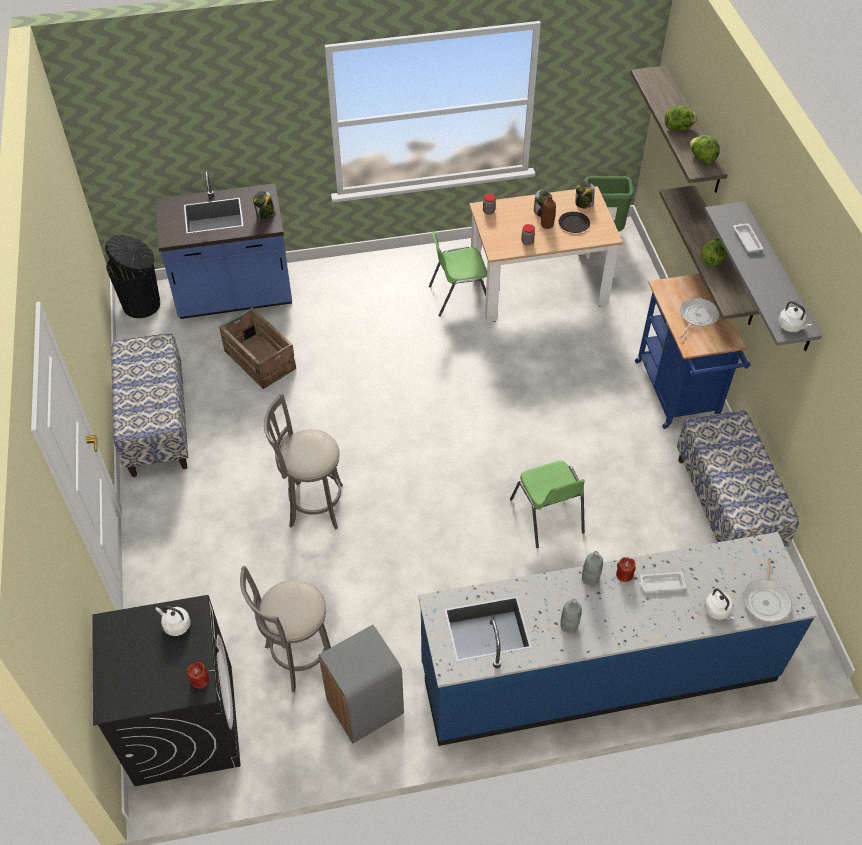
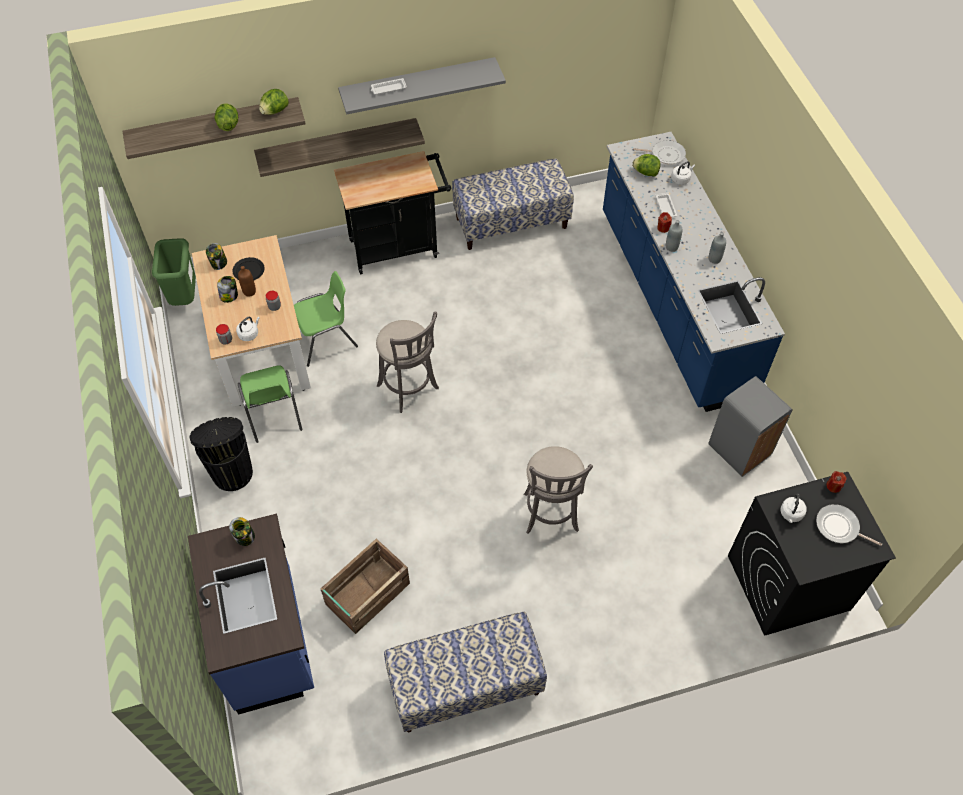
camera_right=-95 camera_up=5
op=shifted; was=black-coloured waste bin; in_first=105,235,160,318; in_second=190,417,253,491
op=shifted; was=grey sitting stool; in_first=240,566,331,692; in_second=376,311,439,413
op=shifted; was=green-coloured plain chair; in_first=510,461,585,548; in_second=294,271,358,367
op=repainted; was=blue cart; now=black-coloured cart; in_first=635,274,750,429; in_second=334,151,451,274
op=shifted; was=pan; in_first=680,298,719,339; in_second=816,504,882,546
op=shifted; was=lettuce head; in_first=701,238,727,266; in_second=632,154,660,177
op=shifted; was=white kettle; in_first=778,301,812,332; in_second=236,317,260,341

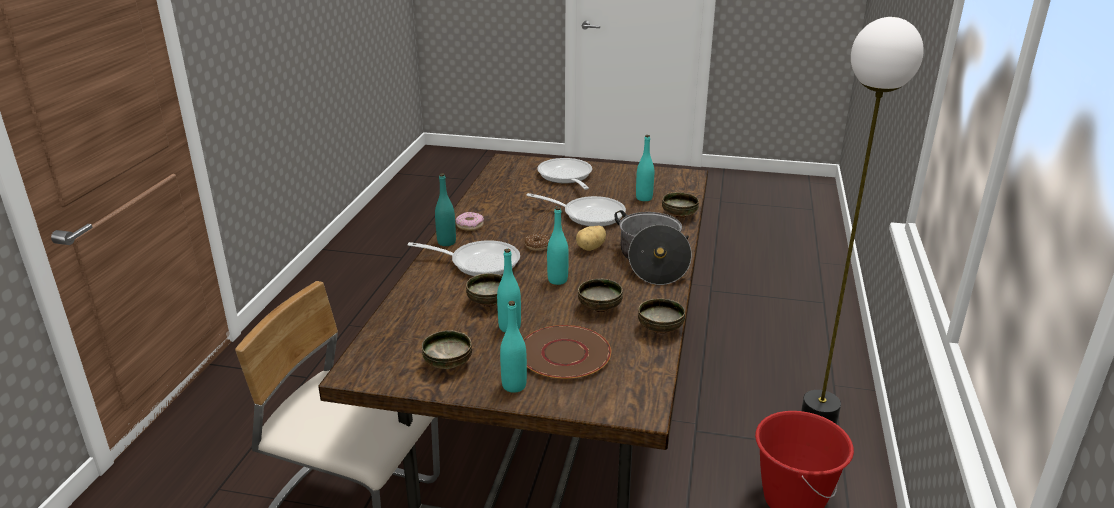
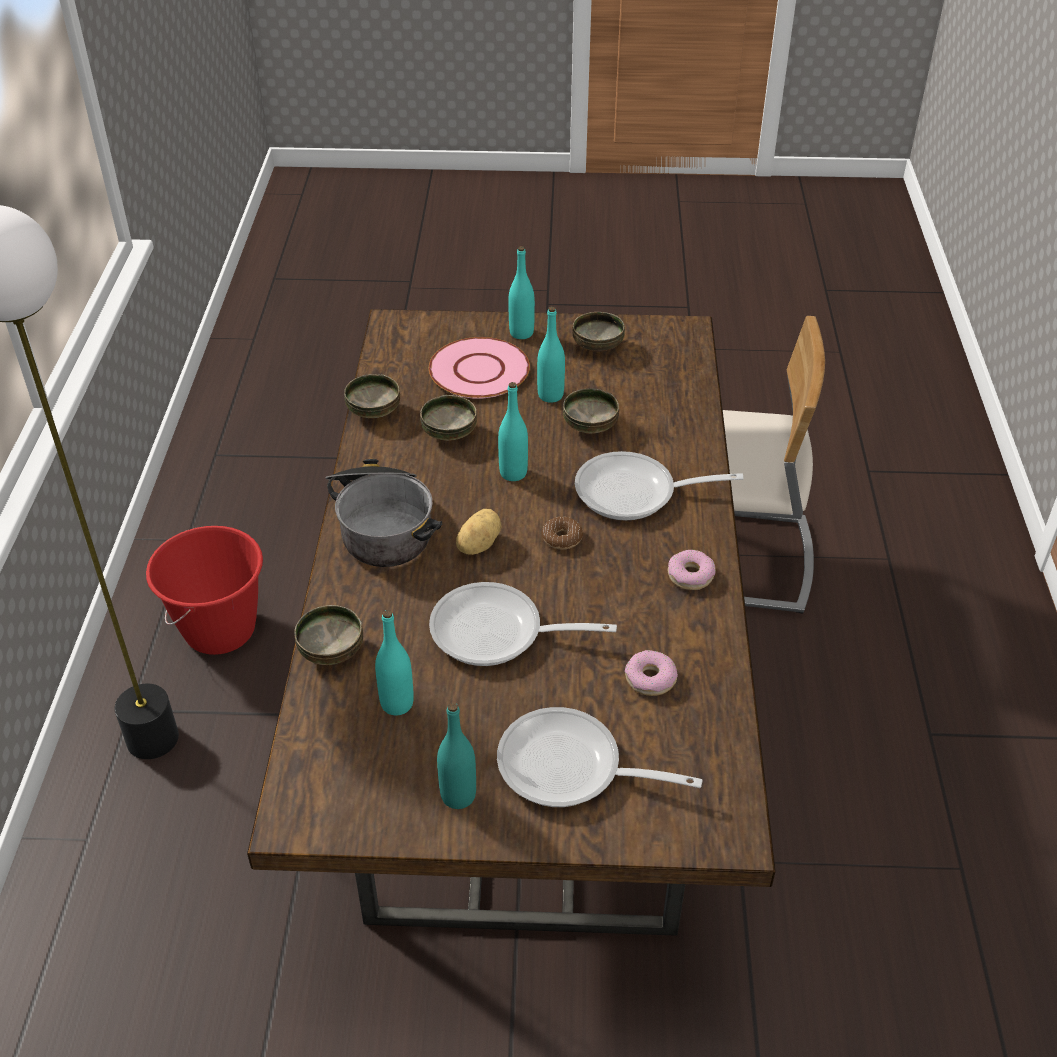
camera_right=170 camera_up=15
op=shifted; was=turquoise bottle; in_first=435,173,456,246; in_second=437,702,476,809
op=repainted; was=brown flat dish; now=pink-coloured flat dish; in_first=523,325,611,380; in_second=429,337,530,399
op=rotated; was=pan; in_first=537,158,592,190; in_second=497,707,703,807; clockwise=135
op=new; now=ring doughnut; in_second=625,650,678,696

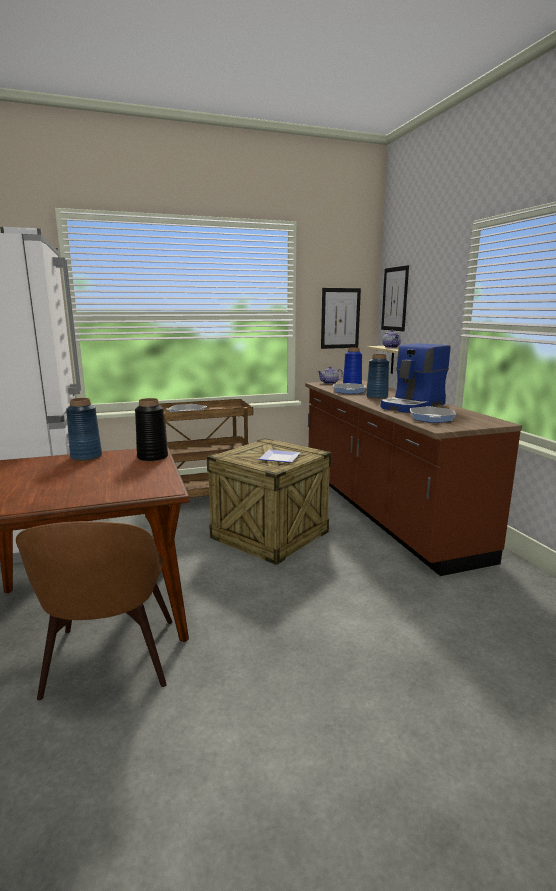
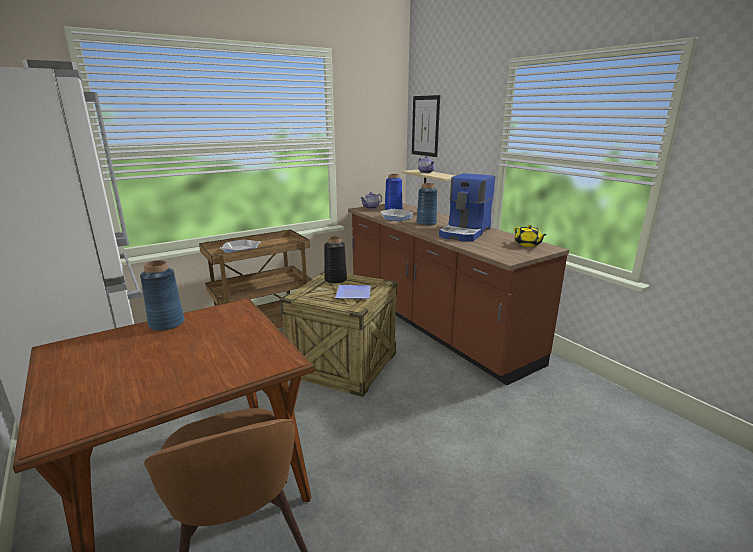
camera_right=-15 camera_up=5
op=shifted; was=black-coloured decorative vase; in_first=135,398,168,462; in_second=324,236,347,284
op=gone; was=wall picture; in_first=321,288,361,349
op=gone; was=pan; in_first=410,406,456,423
op=new; now=yellow pot for tea; in_second=514,225,547,247

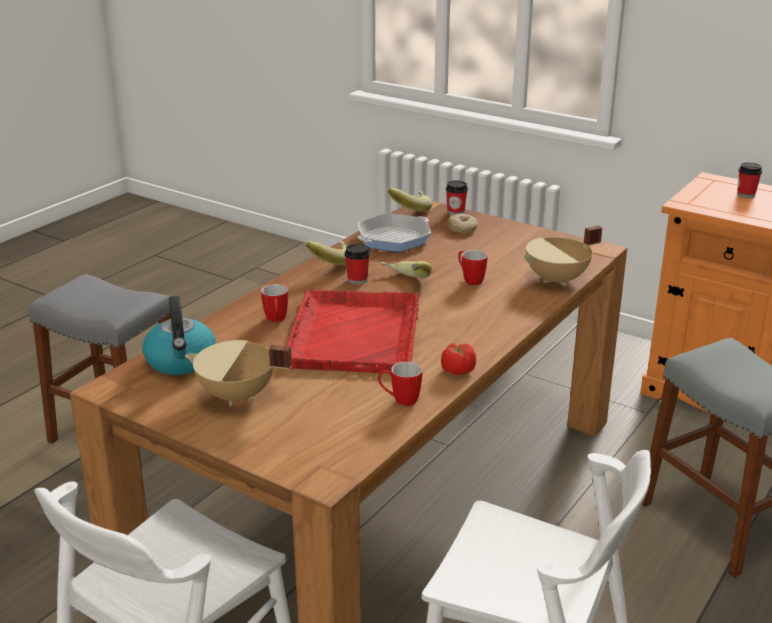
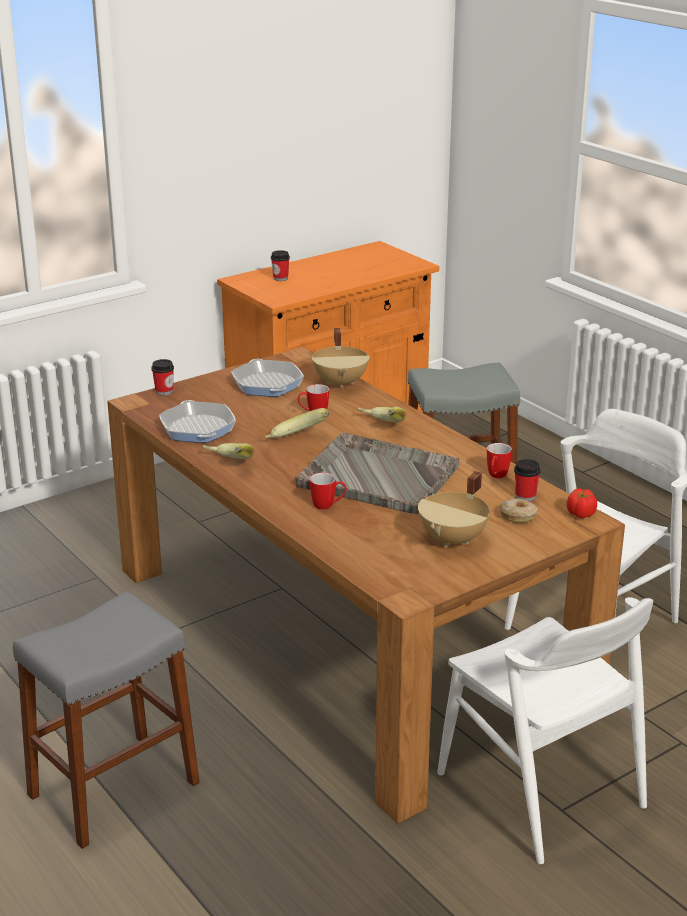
camera_right=-70 camera_up=0
op=gone; was=kettle; in_first=142,296,216,375
op=repainted; was=reddish serving tray; now=grey serving tray; in_first=286,290,419,373; in_second=295,433,459,514
op=shifted; was=small cup; in_first=345,243,370,285; in_second=514,459,541,501
op=shifted; was=banana fruit; in_first=388,188,433,212; in_second=358,407,406,422
op=shifted; was=fresh tomato; in_first=441,343,476,375; in_second=567,488,597,518
op=shifted; was=ring doughnut; in_first=448,214,478,233; in_second=500,499,538,523
op=new; now=pan; in_second=231,359,304,397

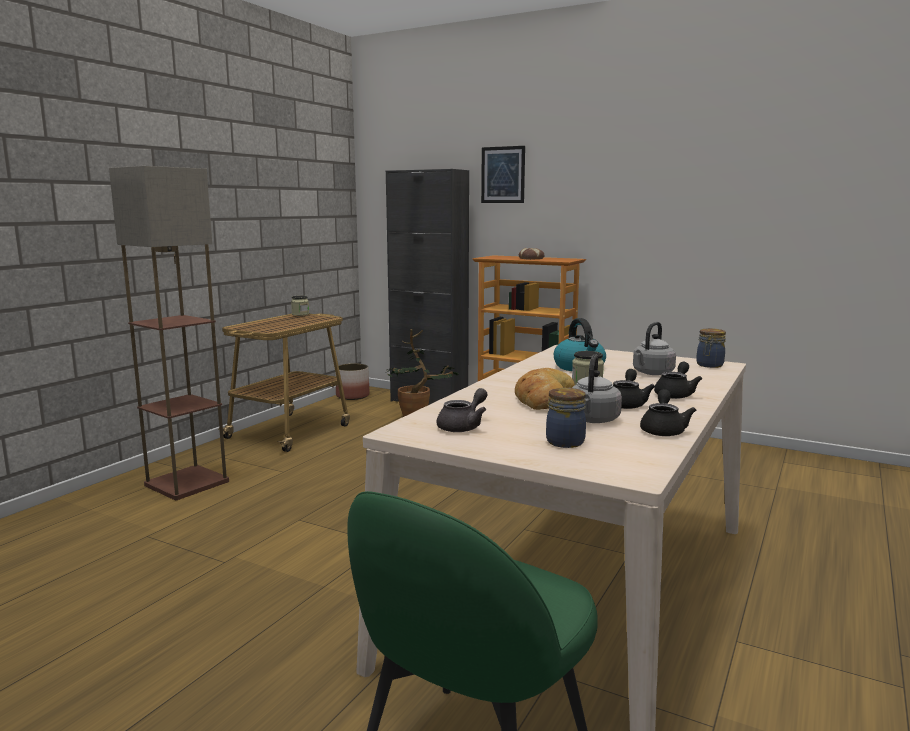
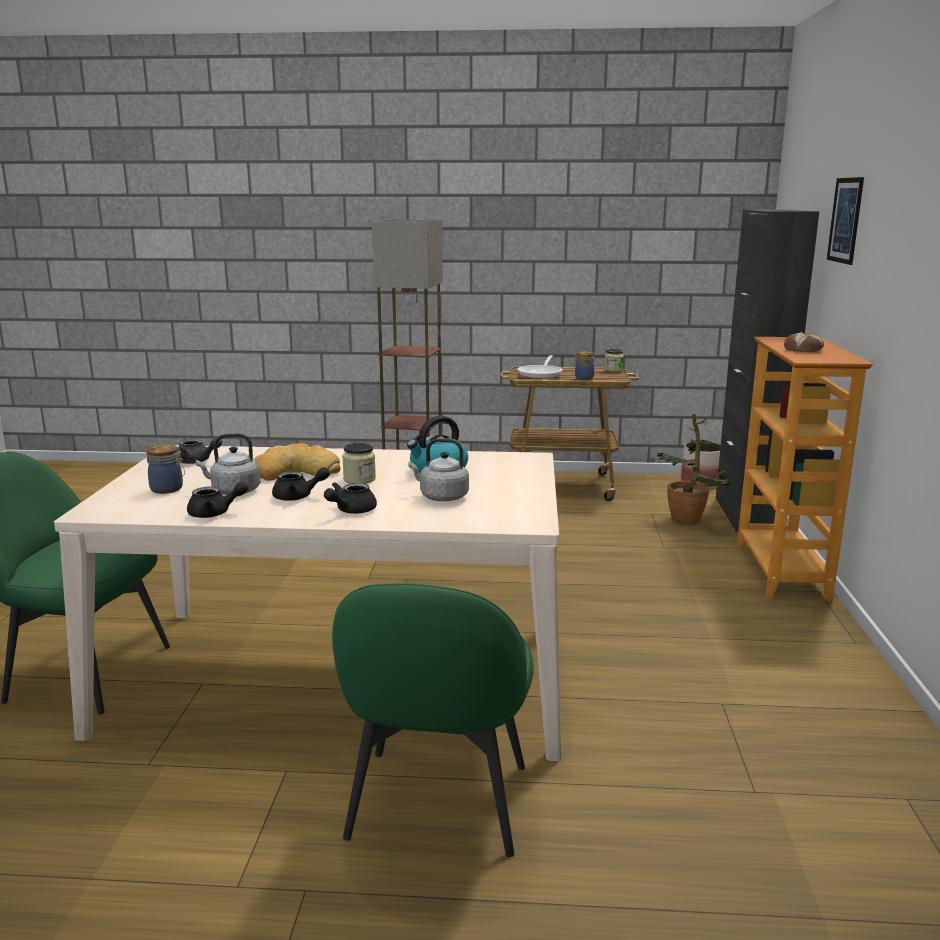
camera_right=65 camera_up=5
op=rotated; was=black-coloured pot for tea; in_first=654,362,702,399; in_second=324,482,377,514; clockwise=120
op=shifted; was=preserve jar; in_first=696,328,726,368; in_second=573,351,594,380
op=new; now=green-coloured plain chair; in_second=332,583,534,857
op=new; now=pan; in_second=518,355,563,379

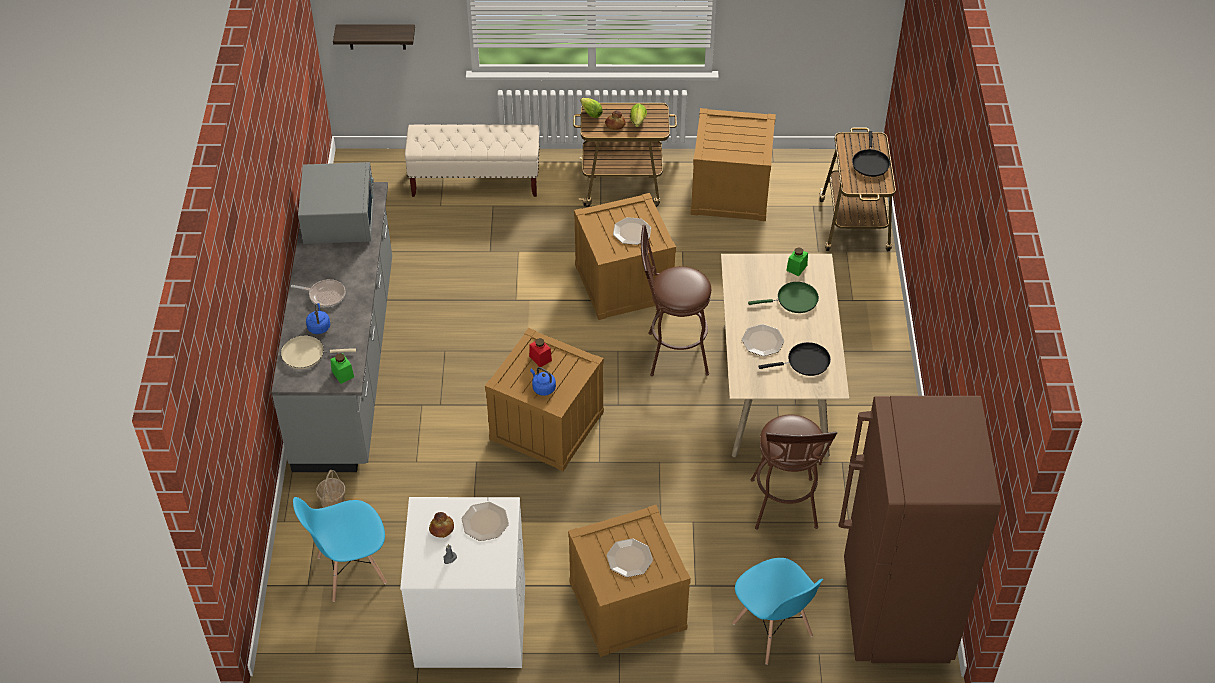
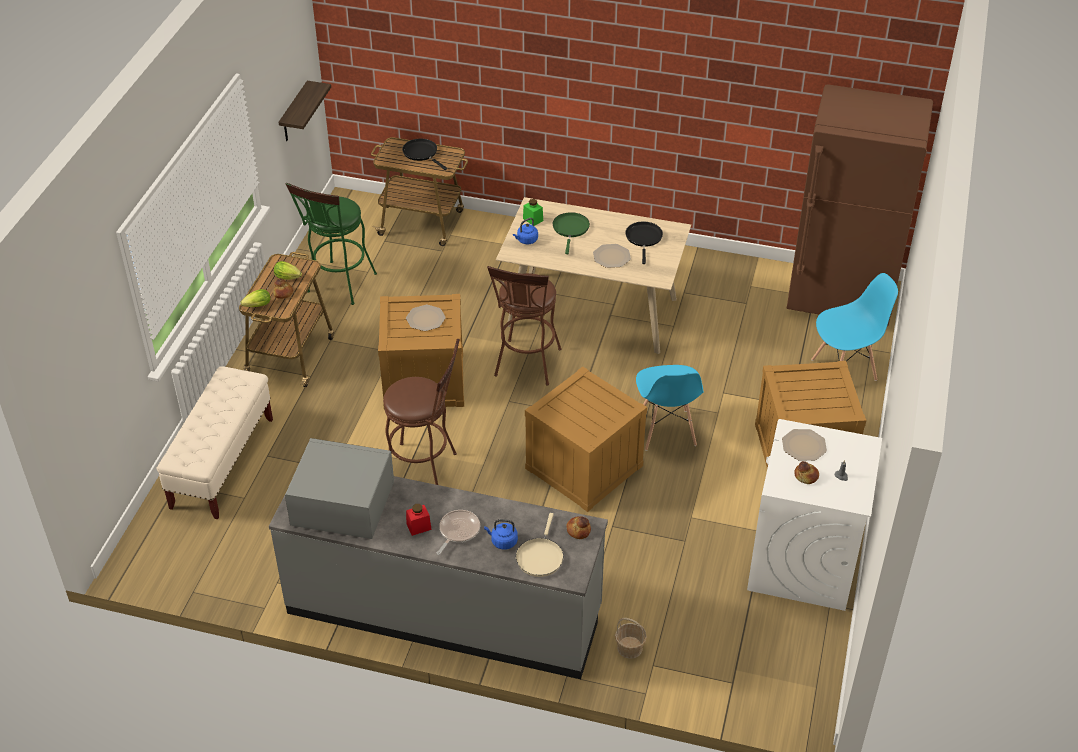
camera_right=-75 camera_up=-5
op=shifted; was=blue plain chair; in_first=293,497,387,602; in_second=636,365,704,451
op=swapped; was=green-coloured preserve jar; now=bread; in_first=330,353,354,384; in_second=566,516,591,539
op=shifted; was=wall shelf; in_first=333,24,415,49; in_second=278,81,331,141
op=shifted; was=reddish preserve jar; in_first=529,338,552,367; in_second=406,504,432,536
op=shifted; was=blue kettle; in_first=530,367,556,396; in_second=513,218,538,244
op=gone; was=flat dish; in_first=607,539,653,577
op=swapped; was=crate; now=green-coloured sitting stool; in_first=691,108,776,221; in_second=286,183,377,305
op=shifted; was=brown sitting stool; in_first=751,415,837,530; in_second=383,339,460,485
op=rotated; was=black-coloured pan; in_first=852,131,890,177; in_second=402,139,447,170; clockwise=-150

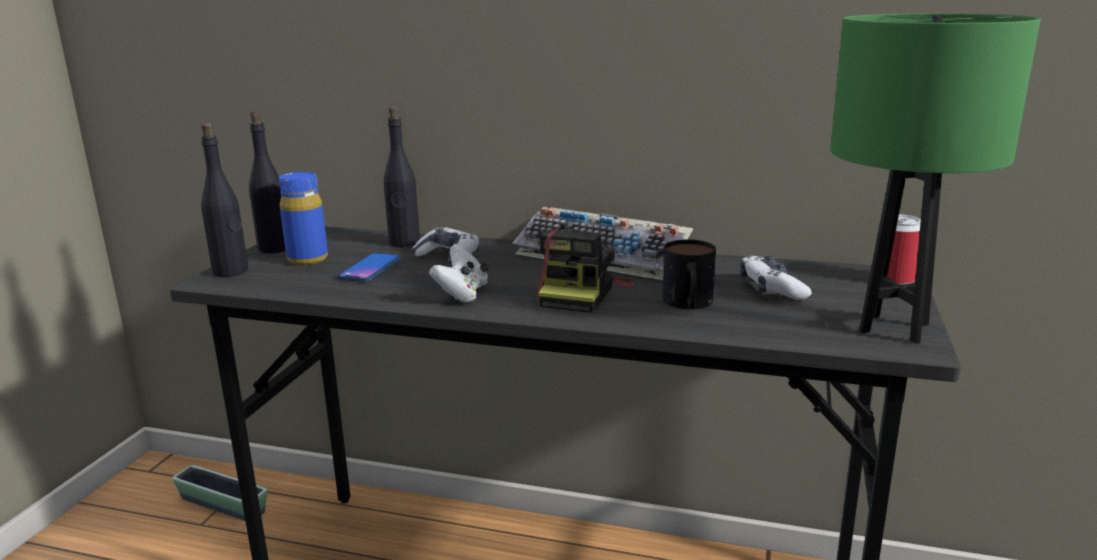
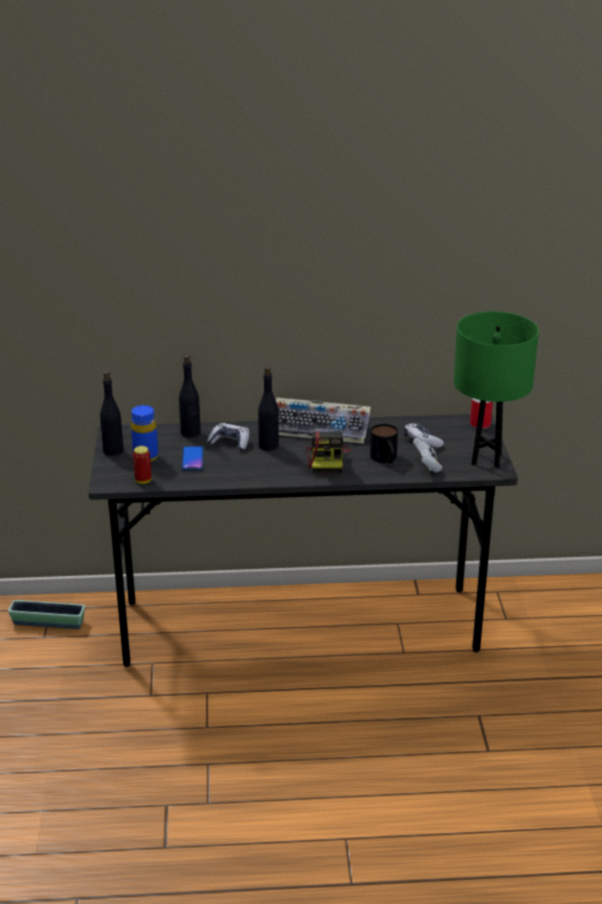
camera_right=-20 camera_up=10
op=shifted; was=black-coloured bottle; in_first=201,123,248,277; in_second=258,366,279,451
op=shifted; was=white game controller; in_first=429,244,488,303; in_second=413,438,442,473
op=new; now=metal can; in_second=133,446,152,484

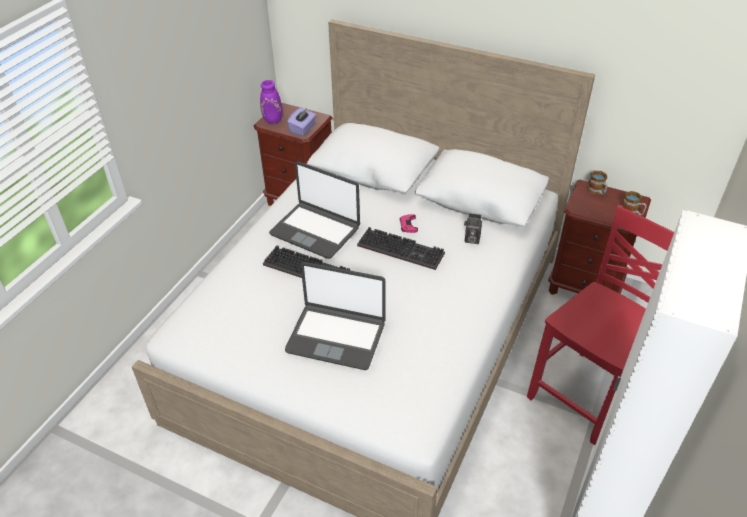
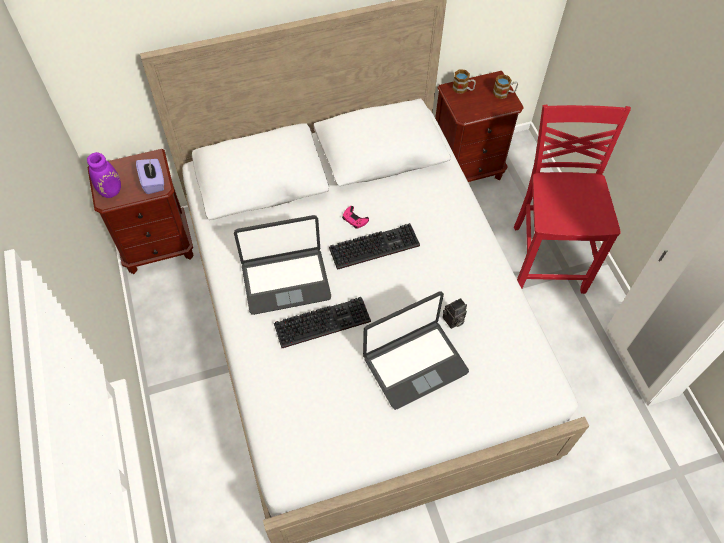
camera_right=-45 camera_up=15
op=shifted; was=still camera; in_first=464,213,482,244; in_second=443,298,467,329

